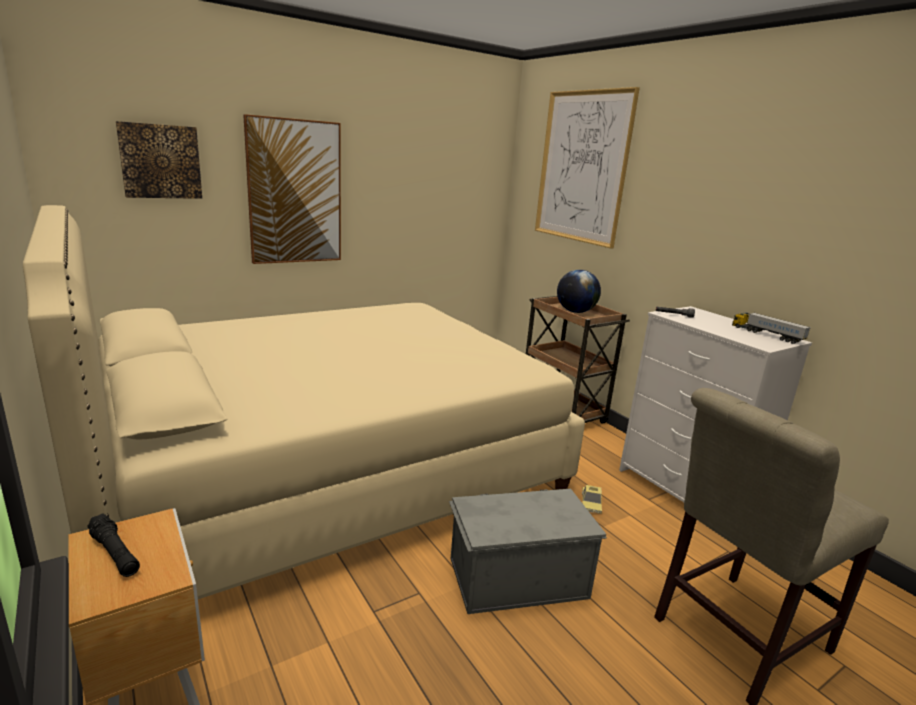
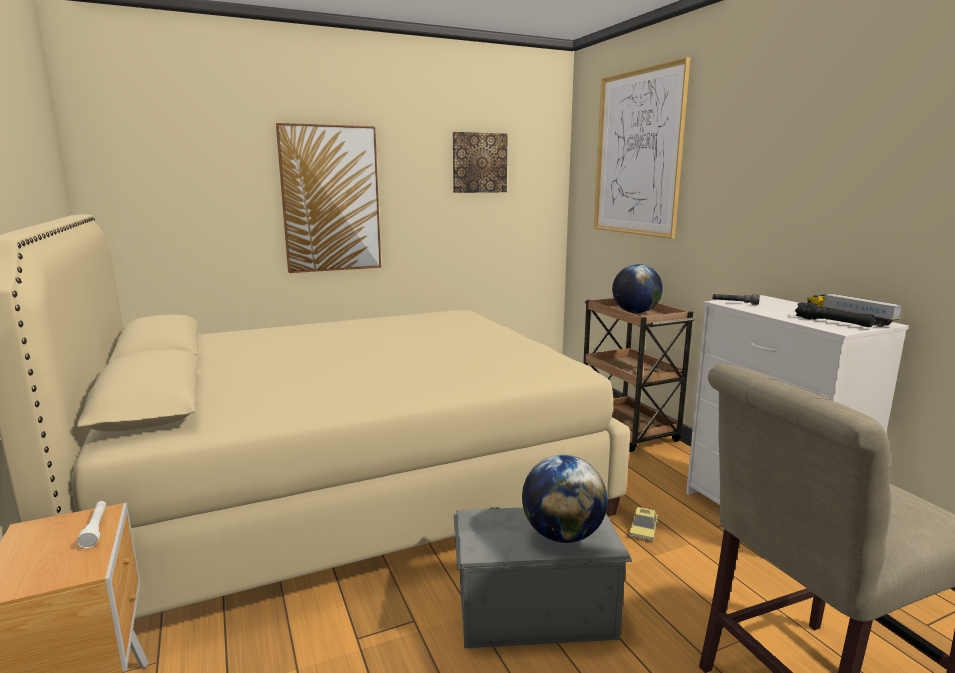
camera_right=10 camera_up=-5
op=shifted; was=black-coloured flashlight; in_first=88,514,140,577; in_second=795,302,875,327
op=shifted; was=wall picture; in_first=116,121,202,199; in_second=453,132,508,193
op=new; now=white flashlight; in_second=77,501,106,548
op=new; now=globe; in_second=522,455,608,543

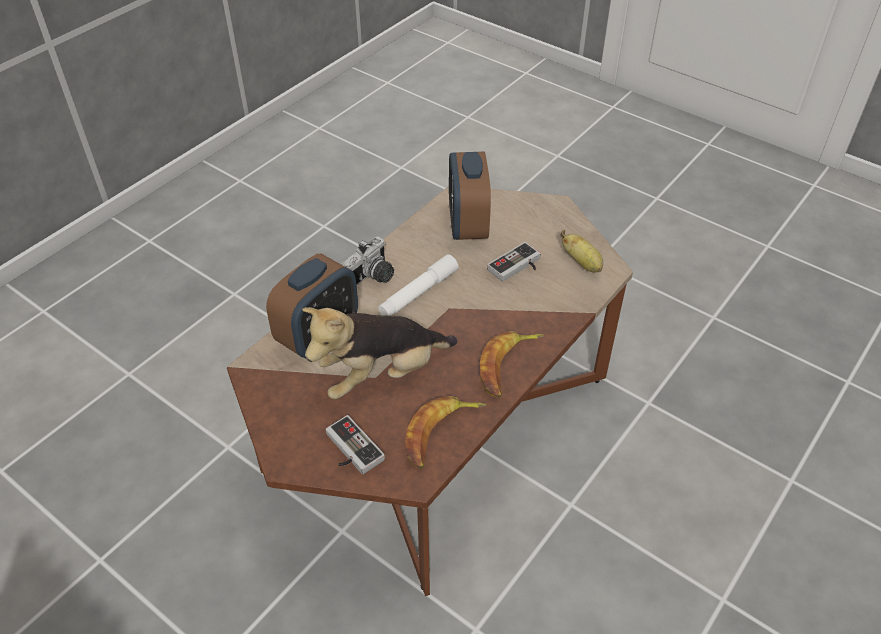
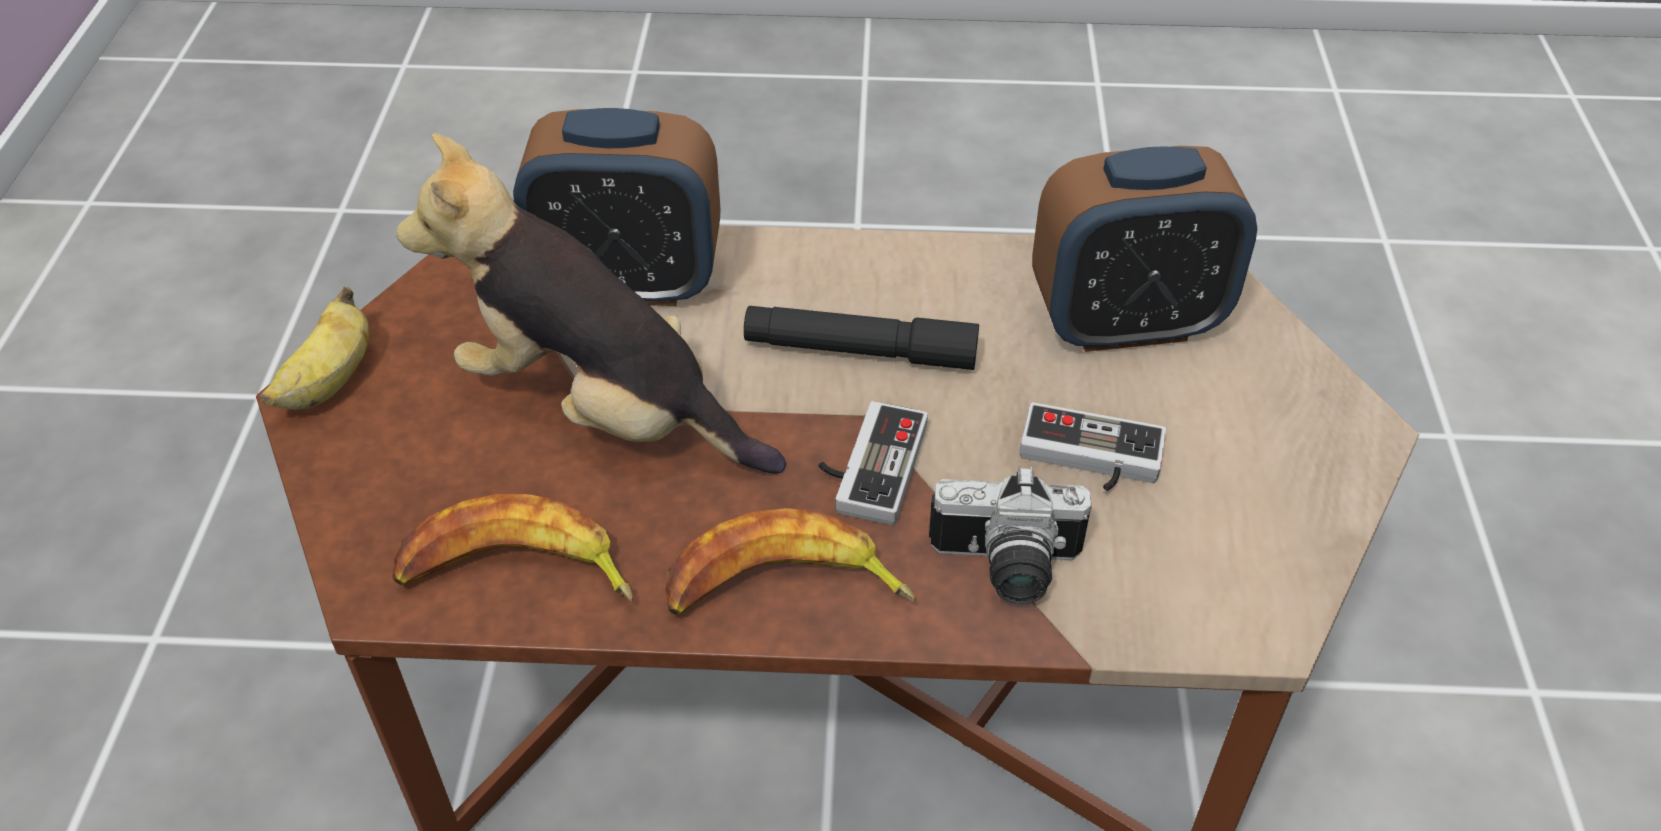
camera_right=55 camera_up=0
op=shifted; was=game controller; in_first=326,415,385,474; in_second=819,401,928,525
op=shifted; was=still camera; in_first=341,237,394,285; in_second=929,466,1091,604
op=repainted; was=white flashlight; now=black-coloured flashlight; in_first=378,254,459,316; in_second=744,306,979,370
op=rotated; was=alarm clock; in_first=449,152,491,240; in_second=1032,146,1257,352; clockwise=-150
op=shifted; was=banana fruit; in_first=560,230,603,272; in_second=260,287,369,410

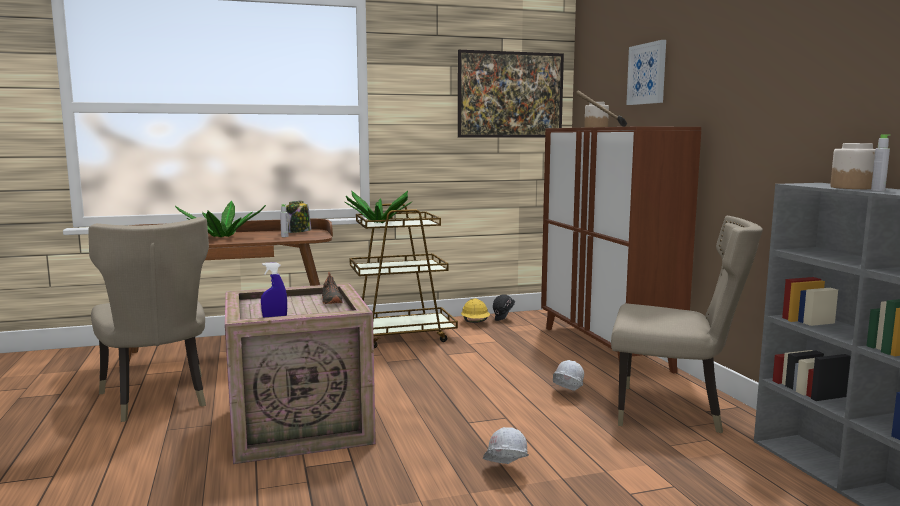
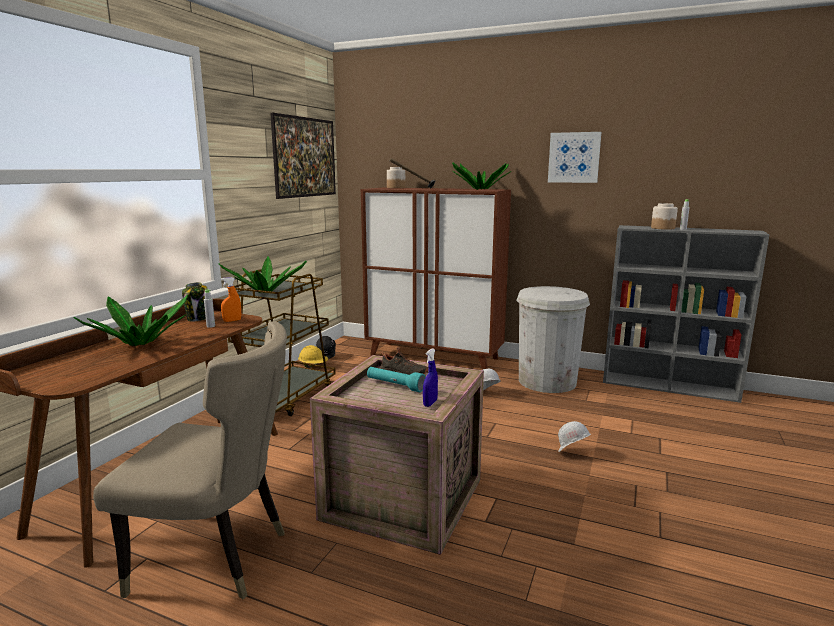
camera_right=-50 camera_up=5
op=swapped; was=sand-coloured plain chair; now=white waste bin; in_first=611,216,763,433; in_second=516,286,590,393
op=shifted; was=wall picture; in_first=626,40,666,105; in_second=548,132,601,183
op=new; now=orangey hand sprayer; in_second=221,277,241,322
op=new; now=turquoise flashlight; in_second=367,367,426,392
op=new; now=plant in a pot; in_second=452,162,511,190

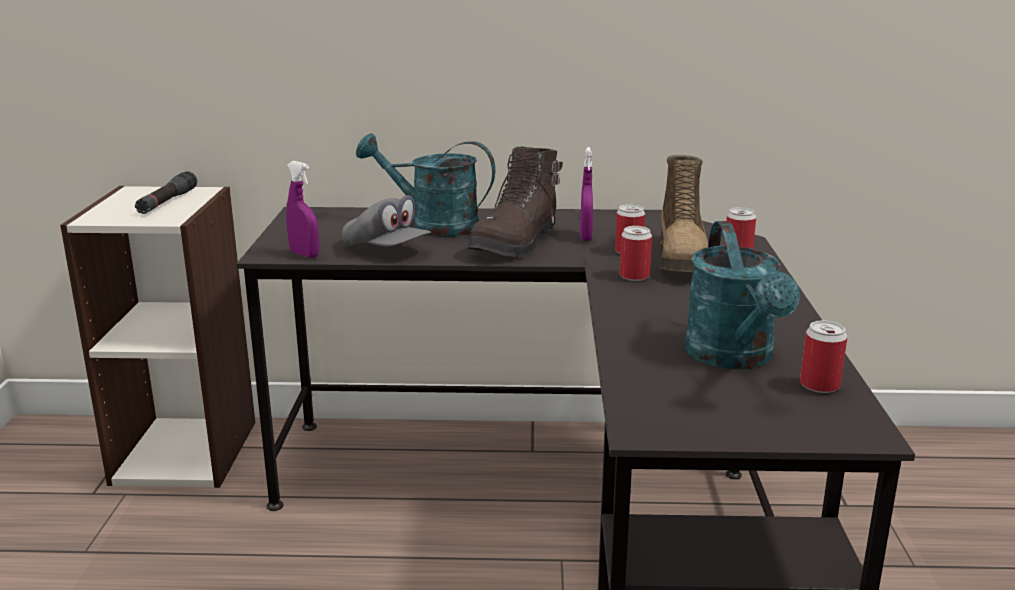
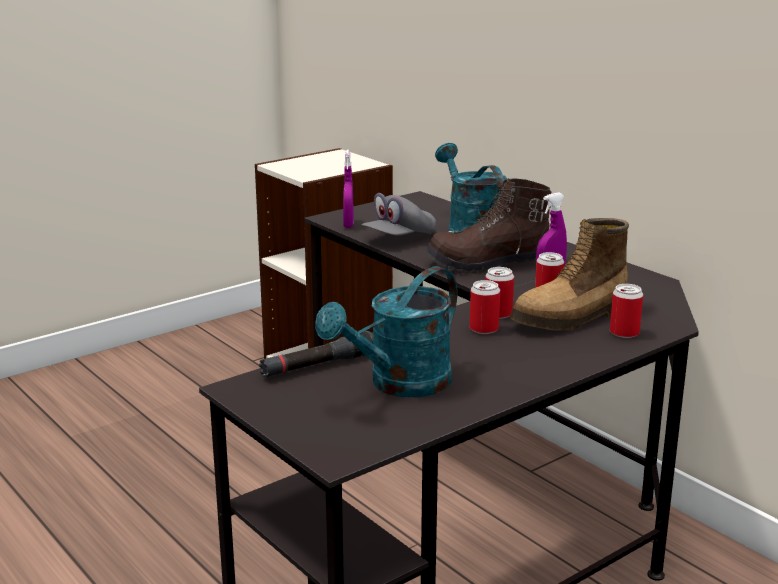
camera_right=50 camera_up=0
op=shifted; was=black-coloured flashlight; in_first=135,171,197,214; in_second=259,331,374,378
op=rotated; was=grey baseball cap; in_first=342,195,431,247; in_second=362,193,436,236; clockwise=45
op=shifted; was=metal can; in_first=800,320,847,393; in_second=470,280,500,334

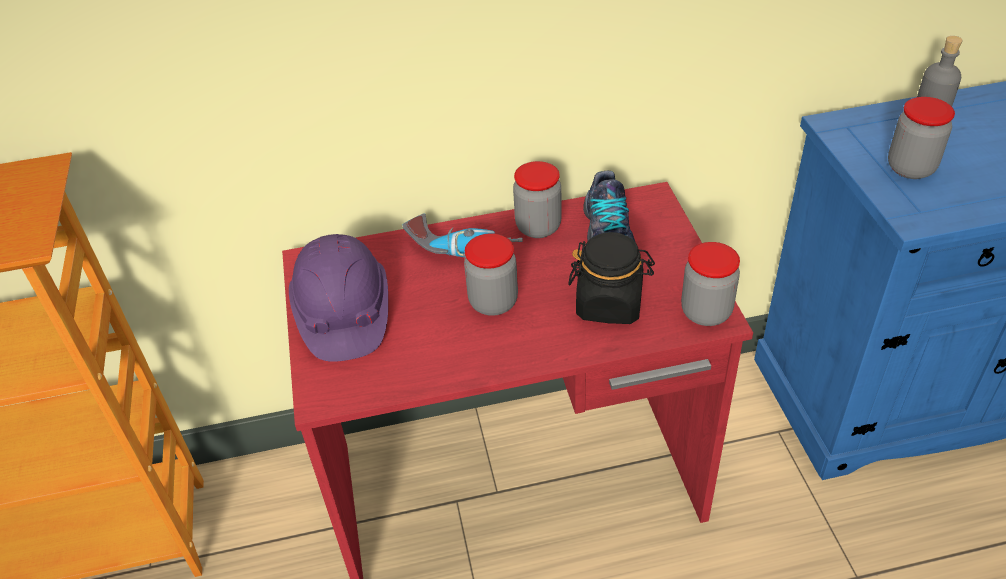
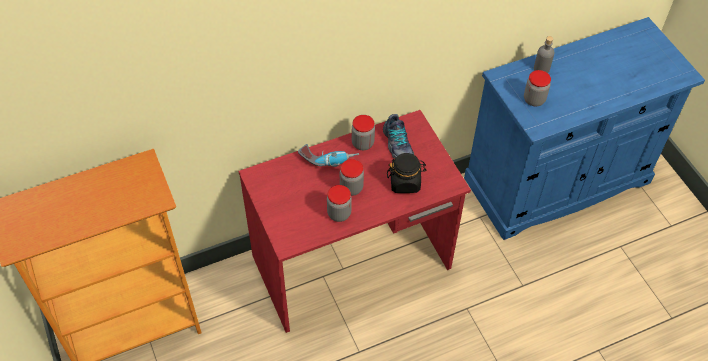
camera_right=-15 camera_up=10
op=gone; was=purplish hard hat; in_first=289,234,388,362
op=shifted; was=preserve jar; in_first=681,242,740,326; in_second=327,185,352,222

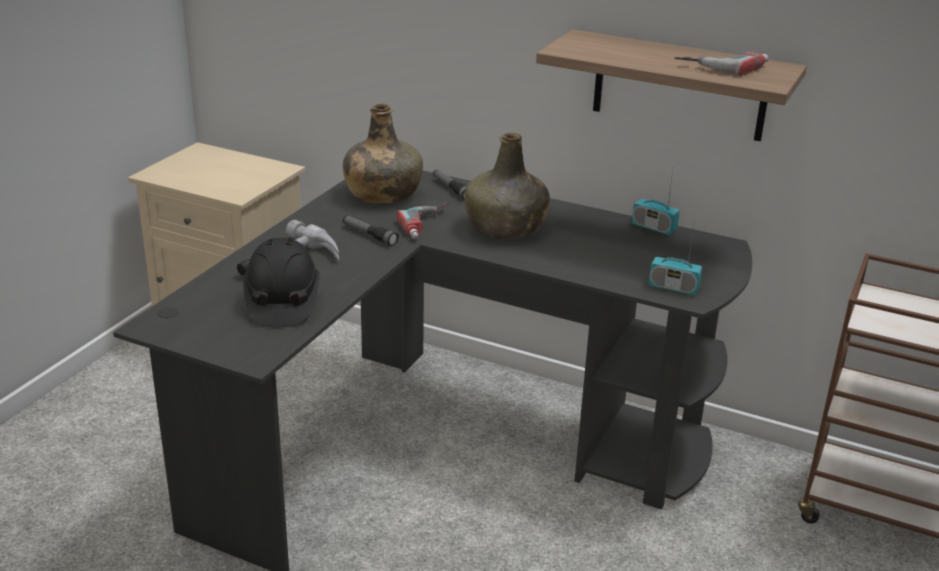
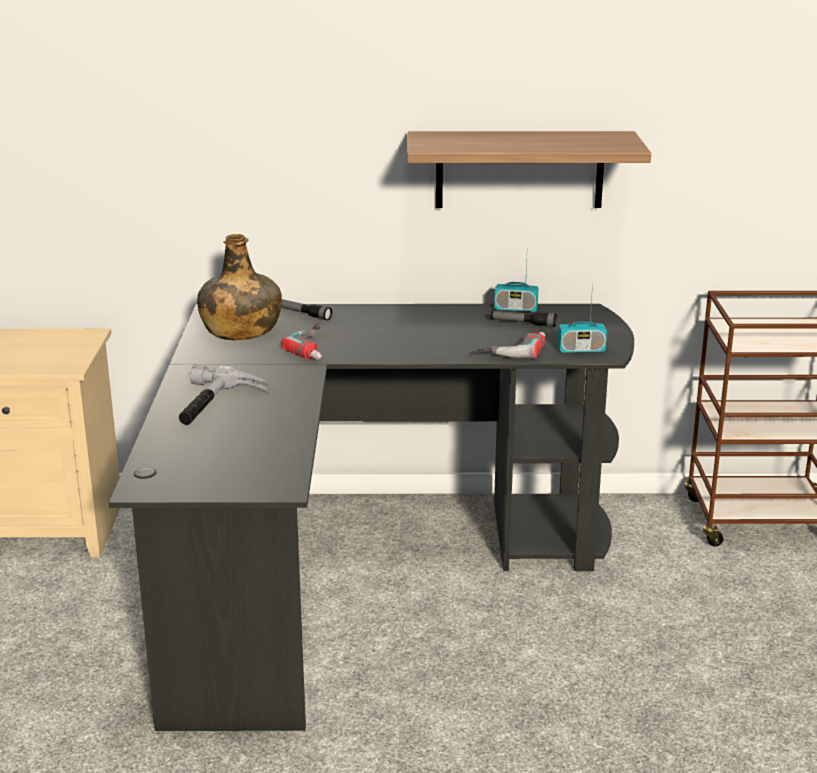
camera_right=-25 camera_up=-5
op=gone; was=black-coloured hard hat; in_first=243,238,320,327
op=shifted; was=flashlight; in_first=343,215,399,246; in_second=491,311,557,327
op=gone; was=green-coloured bottle; in_first=465,133,550,240
op=shifted; was=power drill; in_first=675,51,769,76; in_second=470,332,546,359

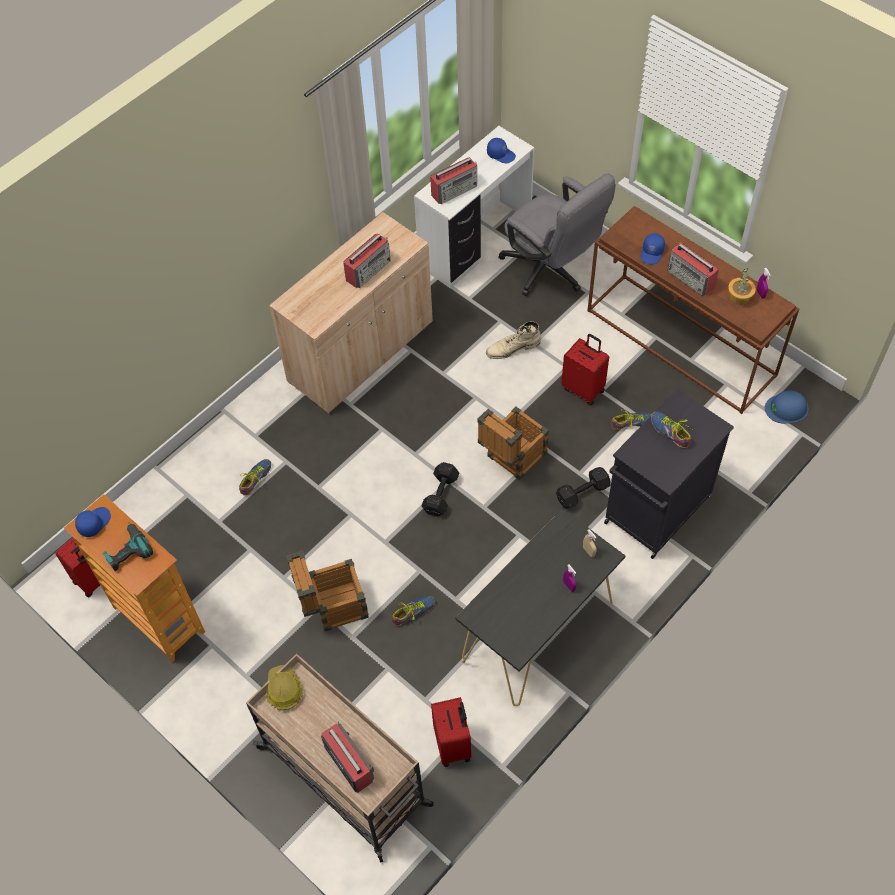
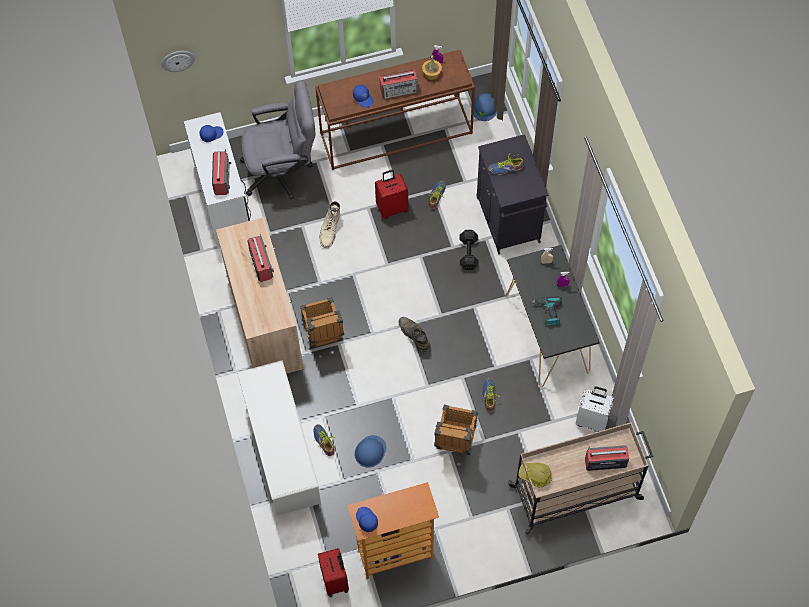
camera_right=-60 camera_up=5
op=shifted; was=power drill; in_first=103,522,153,571; in_second=532,296,562,326
op=swapped; was=black-coloured dumbbell; now=green-coloured tall boot; in_first=421,462,459,517; in_second=399,317,431,353
op=repainted; was=reddish piece of luggage; now=white piece of luggage; in_first=431,697,471,767; in_second=576,386,614,431
op=shifted; was=crate; in_first=477,407,549,480; in_second=300,297,344,349
op=new; now=wall clock; in_second=162,51,195,72
op=new; now=white shoe shelf; in_second=237,360,322,516
op=new; now=blue hard hat; in_second=354,435,386,468

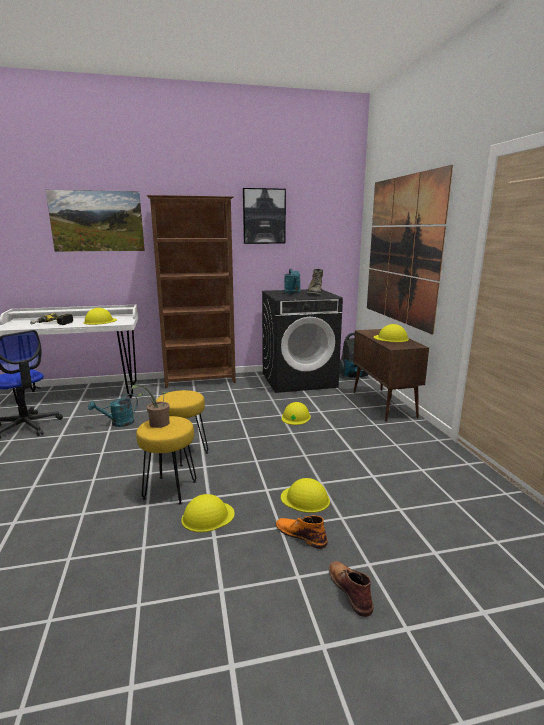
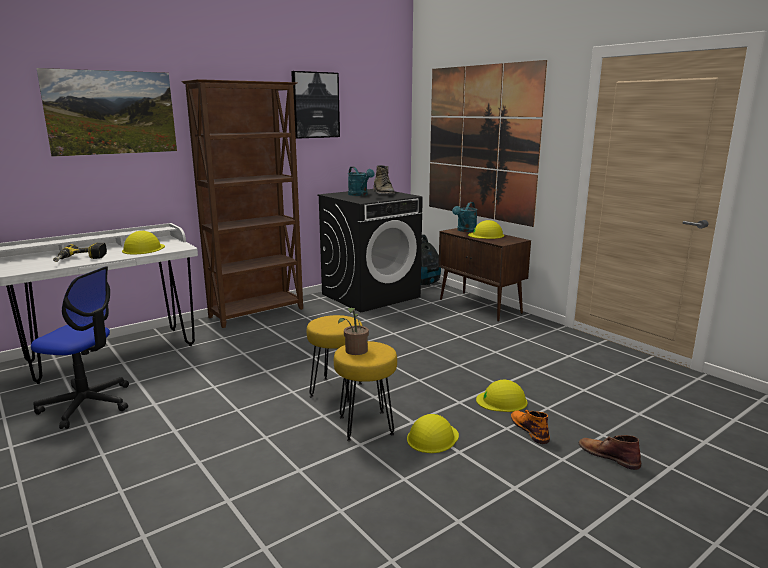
camera_right=-25 camera_up=0
op=shifted; was=turquoise watering can; in_first=88,394,138,427; in_second=452,202,477,232
op=rotated; was=orangey tall boot; in_first=276,515,328,549; in_second=511,410,550,444; clockwise=60
op=gone; was=yellow hard hat; in_first=282,402,311,425

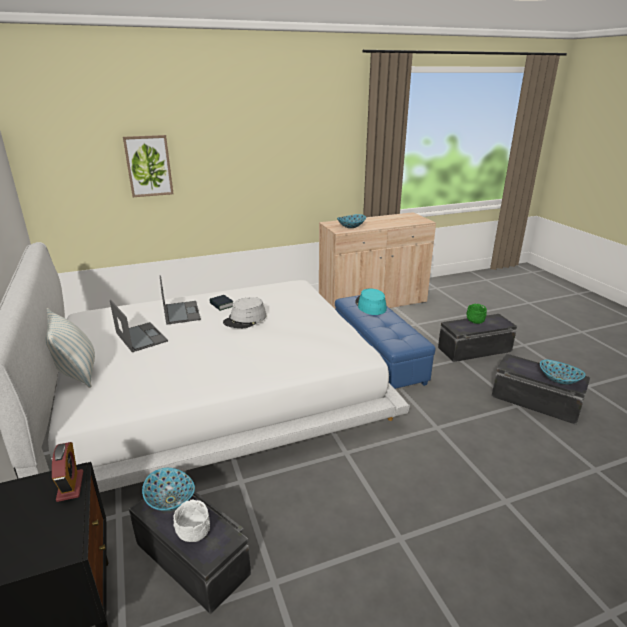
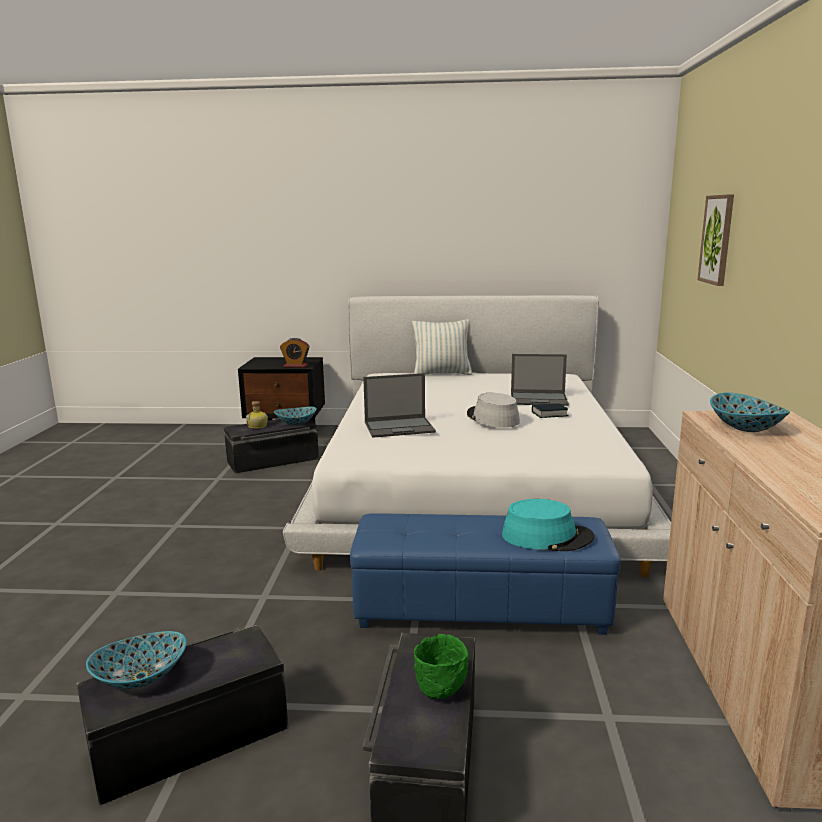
camera_right=115 camera_up=-10
op=shifted; was=portable computer; in_first=110,300,168,352; in_second=363,373,436,438
op=swapped; was=white bowl; now=bottle; in_first=173,499,210,542; in_second=246,401,268,429

